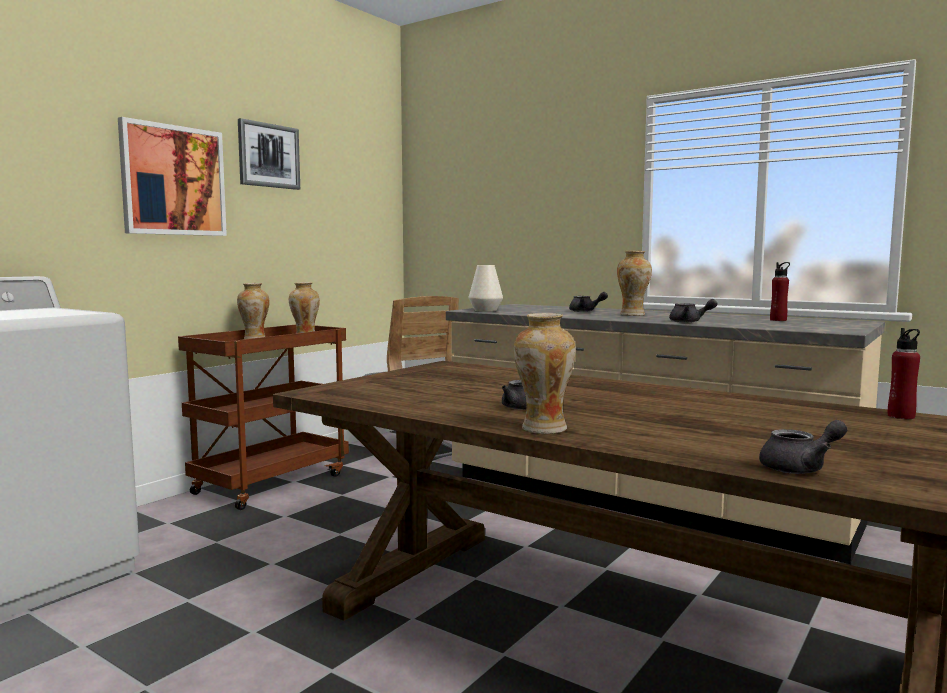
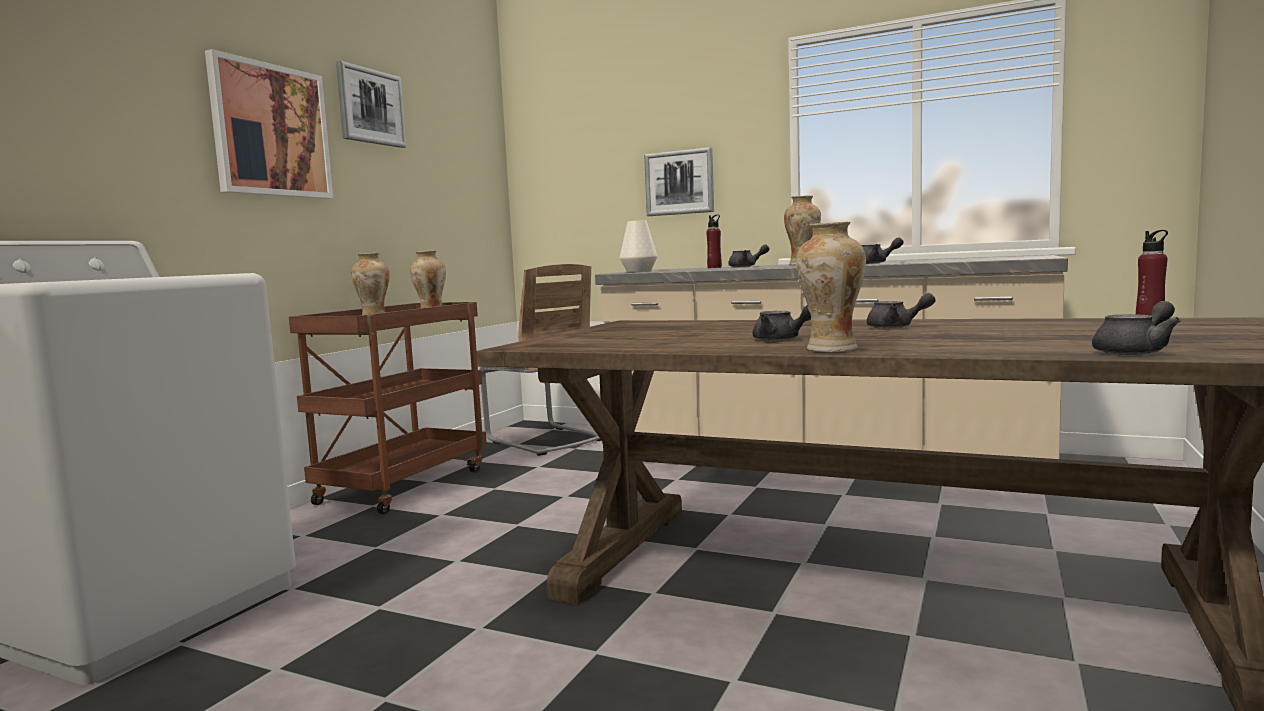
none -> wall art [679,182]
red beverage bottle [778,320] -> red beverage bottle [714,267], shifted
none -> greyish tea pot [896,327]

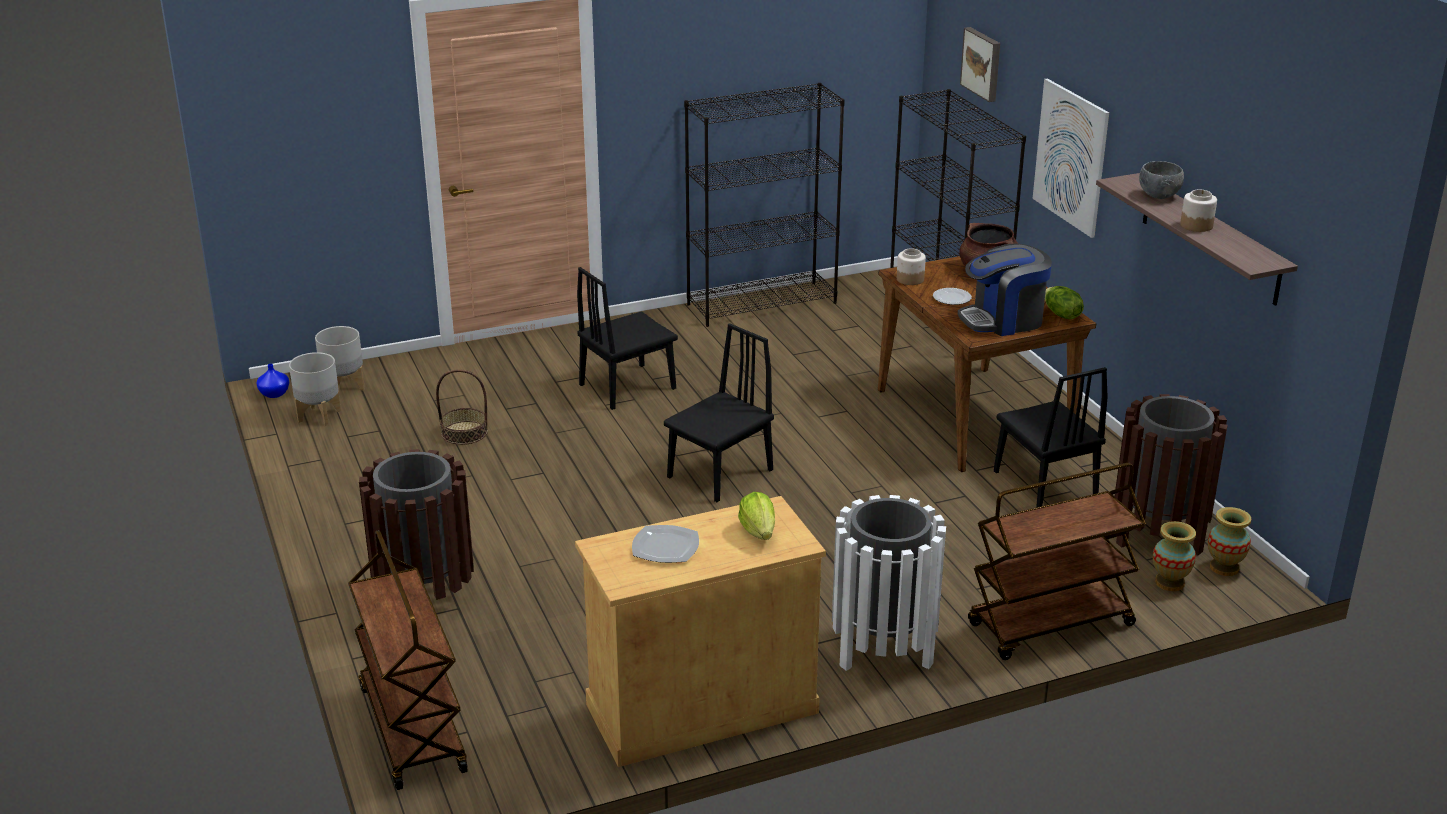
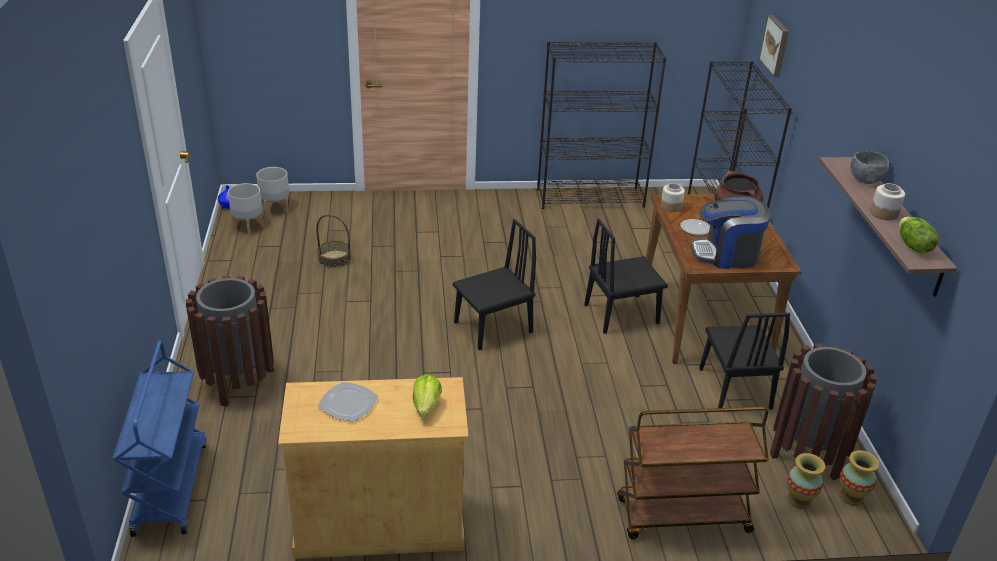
brown cart [411,728] -> blue-coloured cart [170,487]
black-coloured plain chair [627,386] -> black-coloured plain chair [621,314], shifted
lettuce [1061,315] -> lettuce [912,246], shifted
whitish waste bin [883,649] -> none
wall art [1070,157] -> none

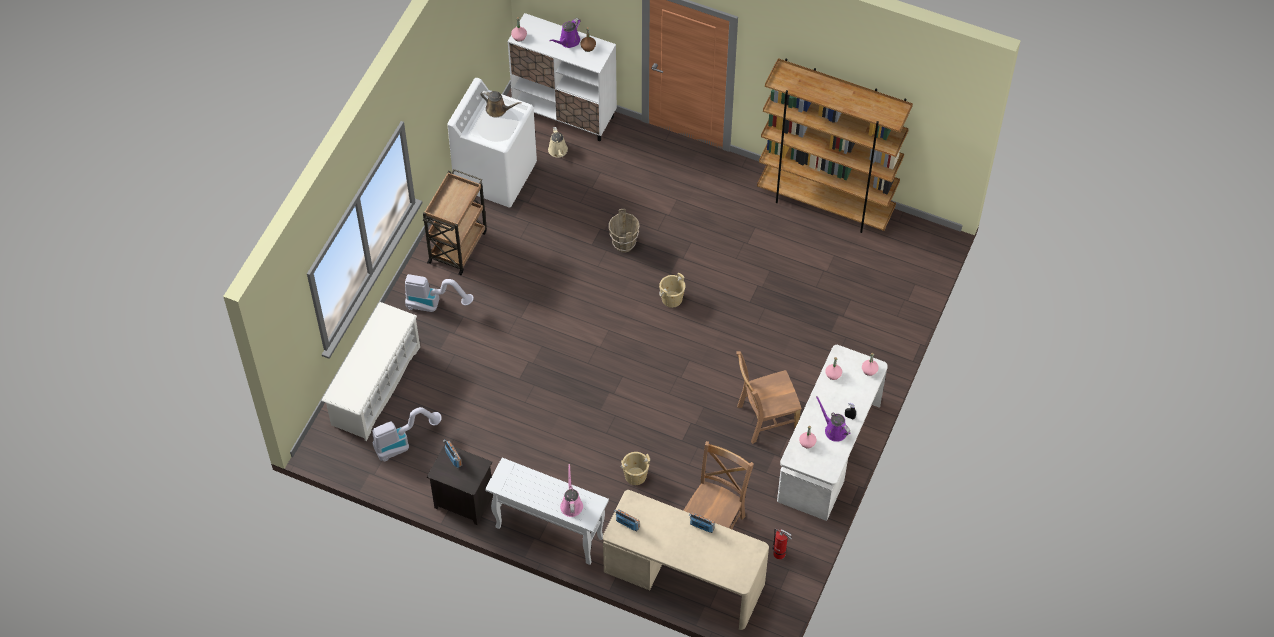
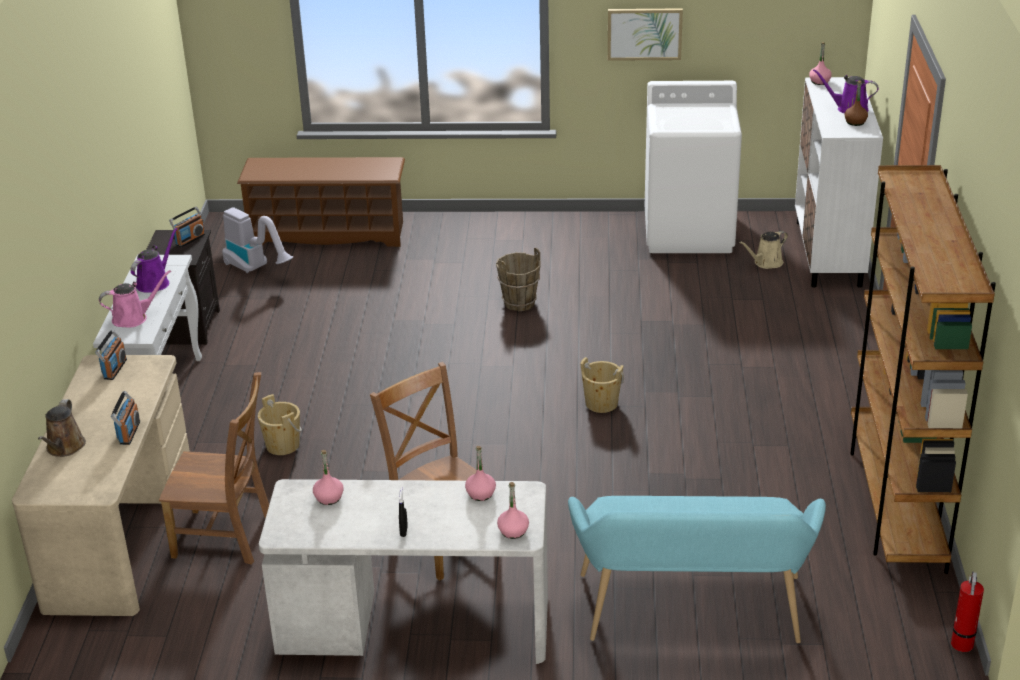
brown watering can [498,110] -> brown watering can [64,448], shifted
purplish watering can [834,430] -> purplish watering can [155,282], shifted
whitish shoe stand [375,386] -> brown shoe stand [328,234]
brown bucket [623,244] -> brown bucket [519,303], shifted
none -> turquoise-coloured bench [691,615]
none -> wall art [644,33]
extinguisher [780,554] -> extinguisher [962,646], shifted
hoover [434,304] -> none
brown cart [458,246] -> none

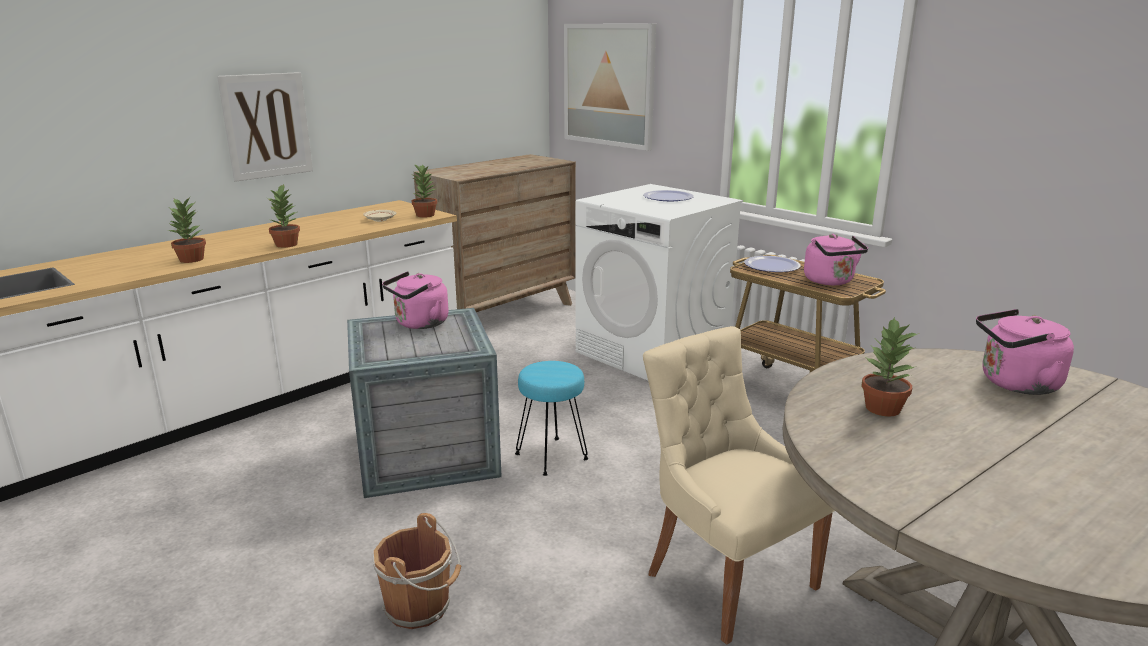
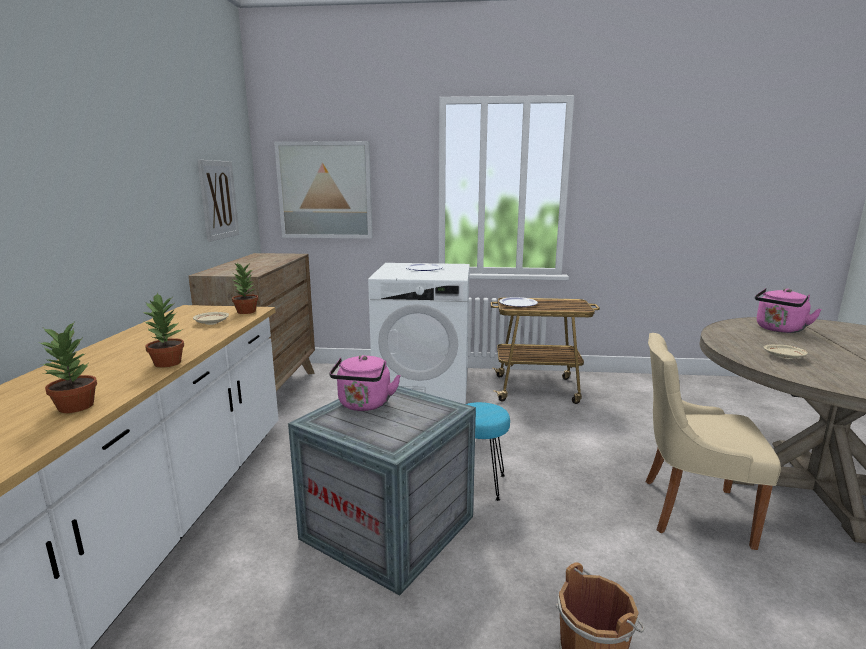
wall art [266,126] -> wall art [218,200], shifted
potted plant [882,409] -> beige-coloured dinner plate [784,357]
pink water kettle [830,281] -> none

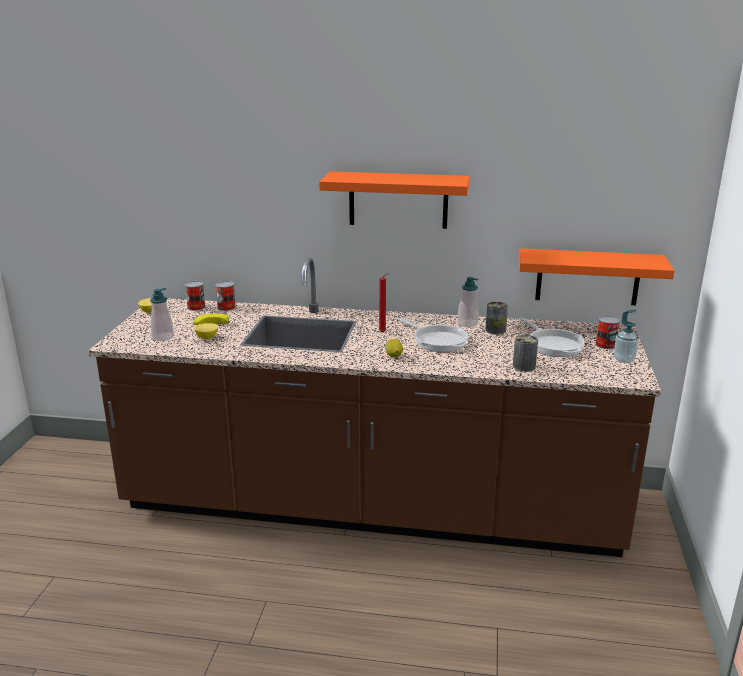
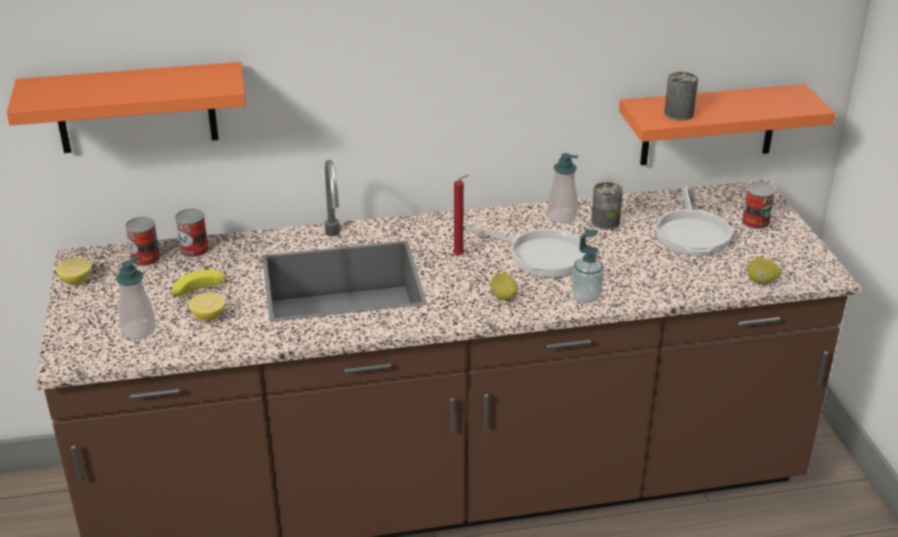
orange wall shelf [398,200] -> orange wall shelf [136,108], shifted
liquid soap bottle [624,360] -> liquid soap bottle [586,297], shifted
frying pan [553,344] -> frying pan [692,234], 45 degrees clockwise
can [524,366] -> can [678,114], shifted
none -> lemon [761,281]

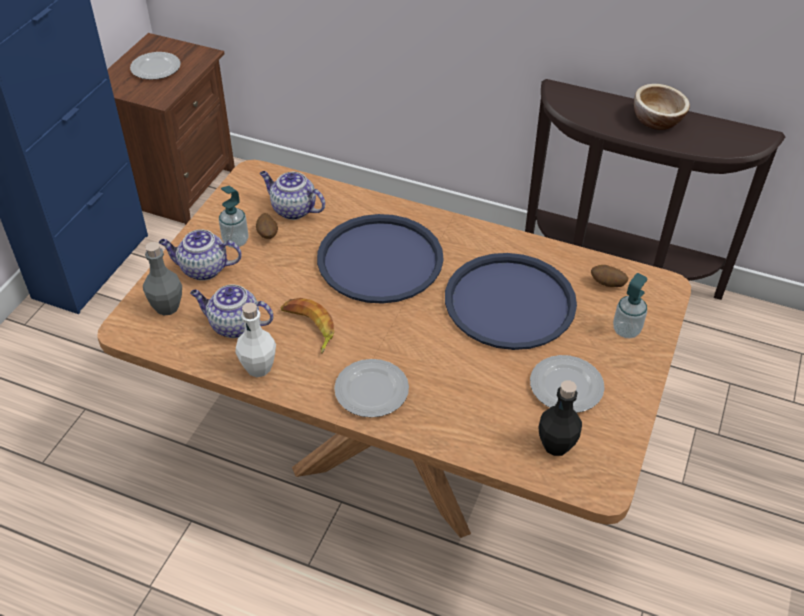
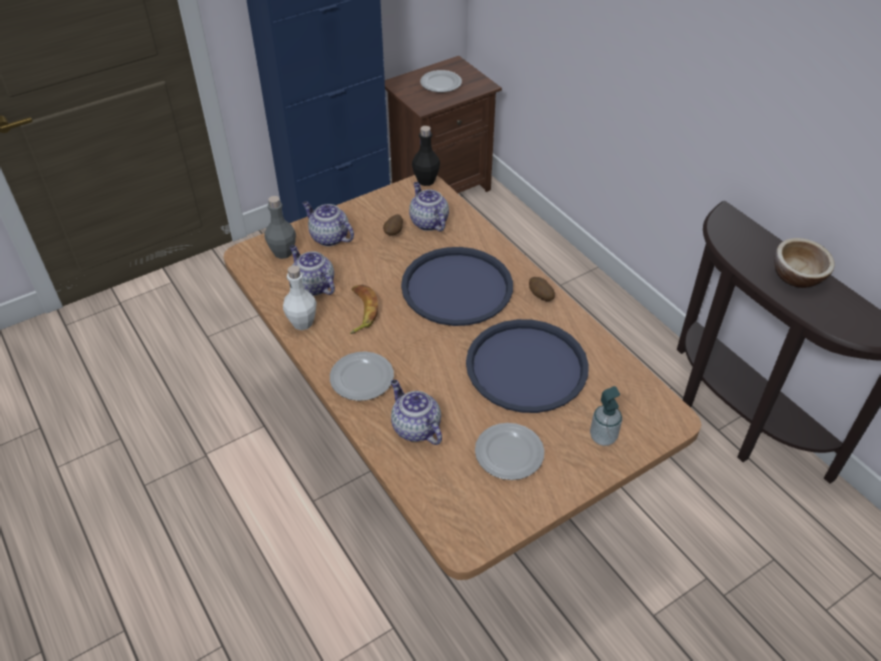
none -> tea pot [415,427]
black-coloured beverage bottle [556,445] -> black-coloured beverage bottle [426,180], shifted
whole potato [607,284] -> whole potato [540,296], shifted
liquid soap bottle [235,241] -> none

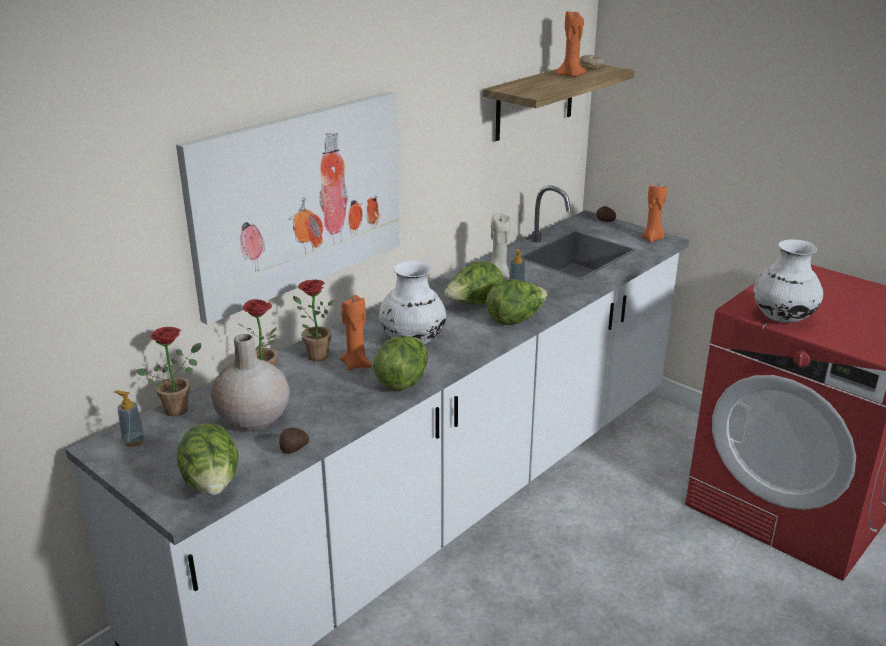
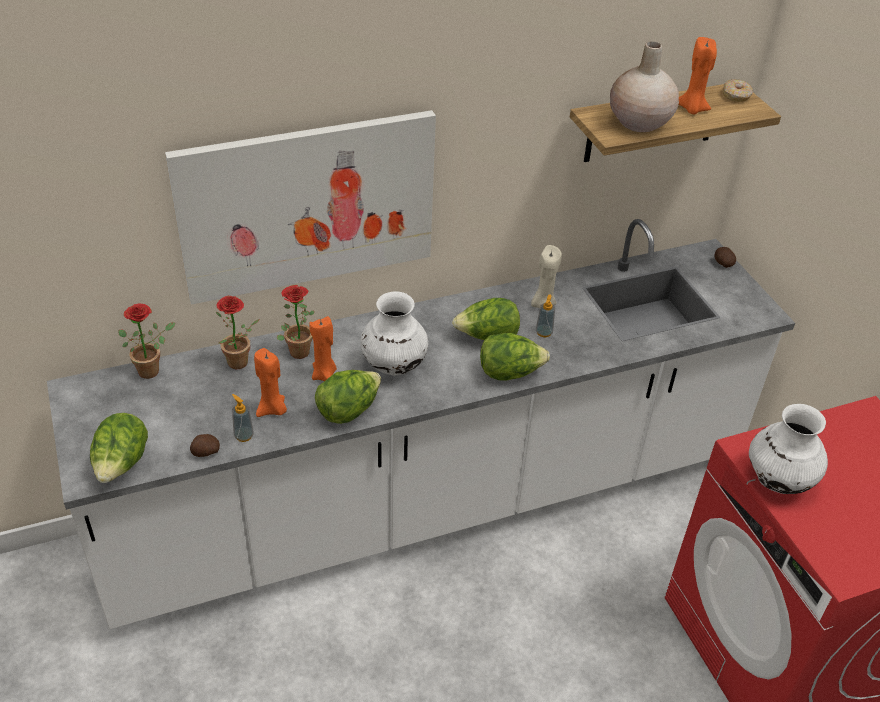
liquid soap bottle [133,441] -> liquid soap bottle [243,435], shifted
orange candle [652,239] -> orange candle [272,409], shifted
beige-coloured flower vase [253,419] -> beige-coloured flower vase [639,122], shifted

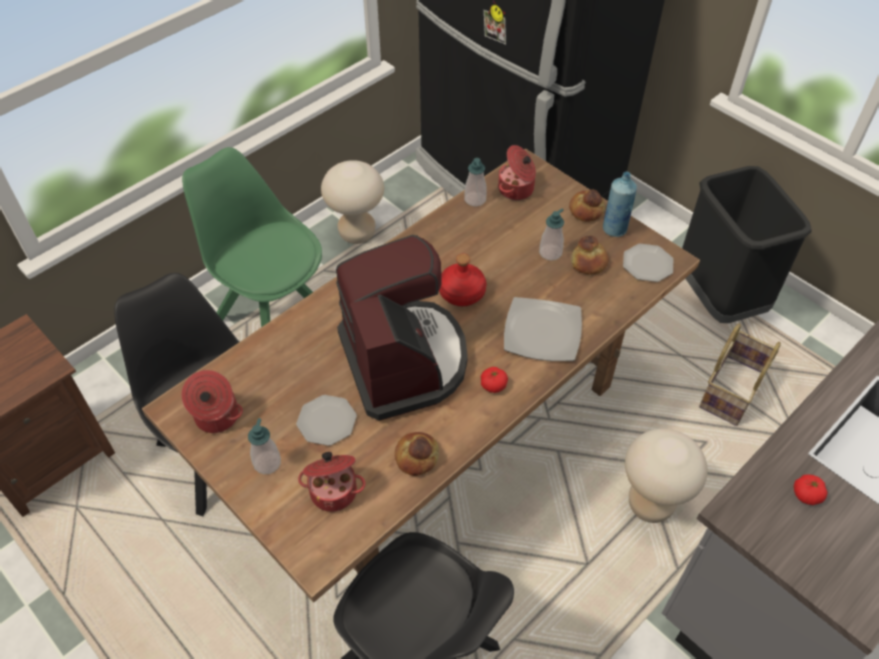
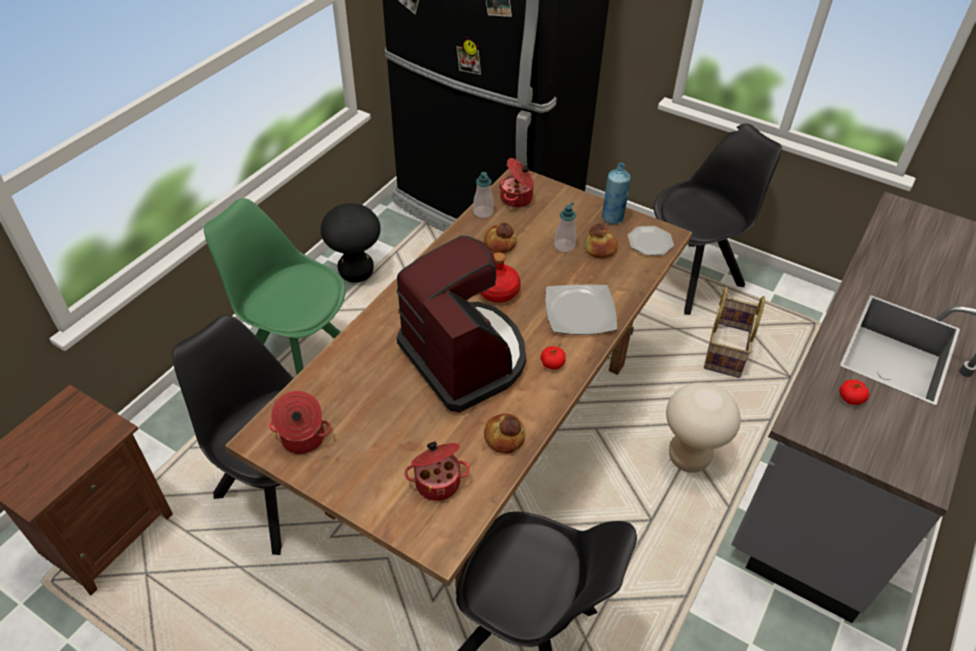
beige-coloured sitting stool [357,233] -> black-coloured sitting stool [356,273]
bakery bread [586,210] -> bakery bread [500,243], shifted
black-coloured waste bin [719,298] -> black-coloured plain chair [692,276]
liquid soap bottle [267,463] -> none
dinner plate [326,421] -> none

